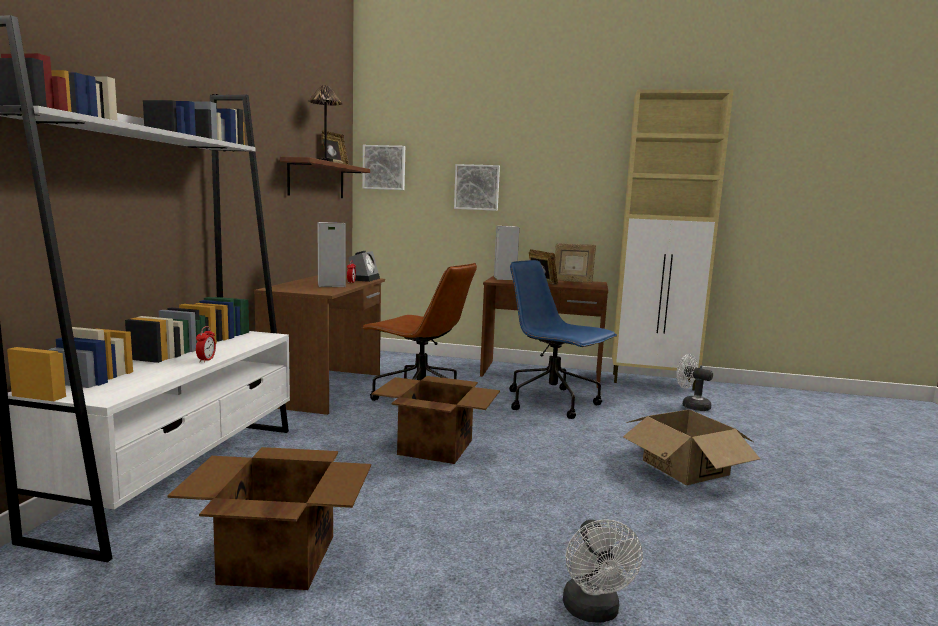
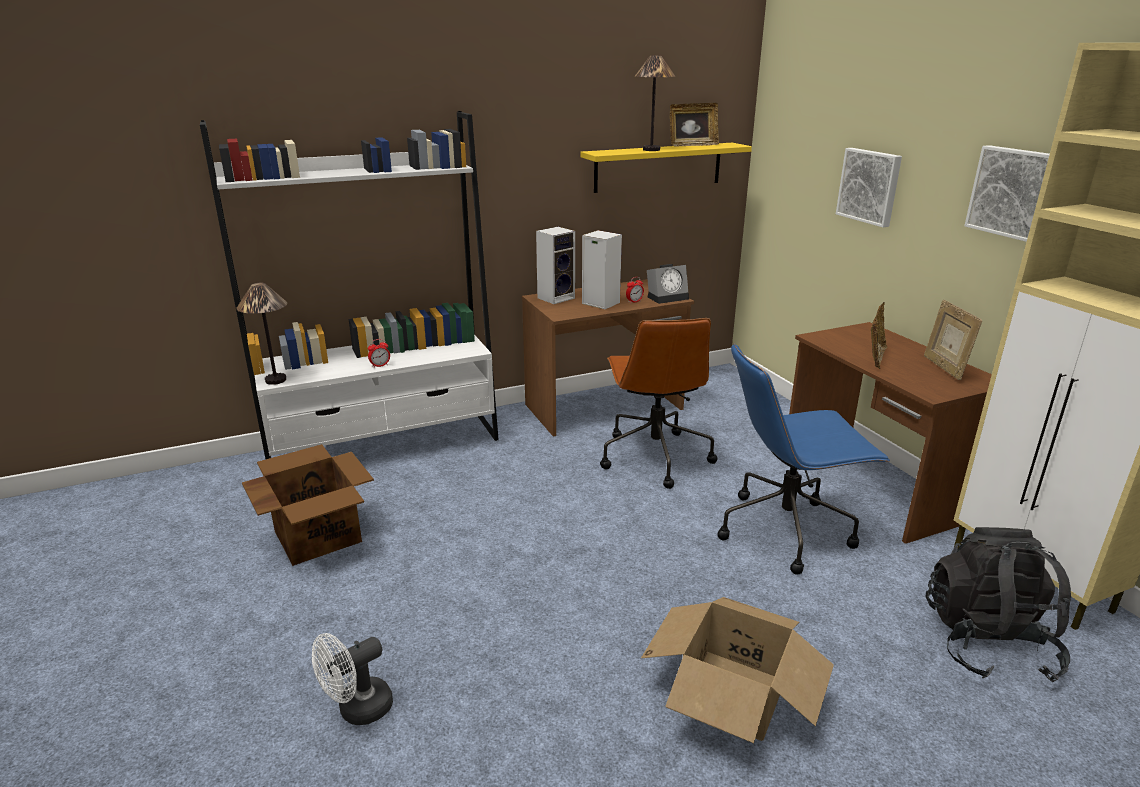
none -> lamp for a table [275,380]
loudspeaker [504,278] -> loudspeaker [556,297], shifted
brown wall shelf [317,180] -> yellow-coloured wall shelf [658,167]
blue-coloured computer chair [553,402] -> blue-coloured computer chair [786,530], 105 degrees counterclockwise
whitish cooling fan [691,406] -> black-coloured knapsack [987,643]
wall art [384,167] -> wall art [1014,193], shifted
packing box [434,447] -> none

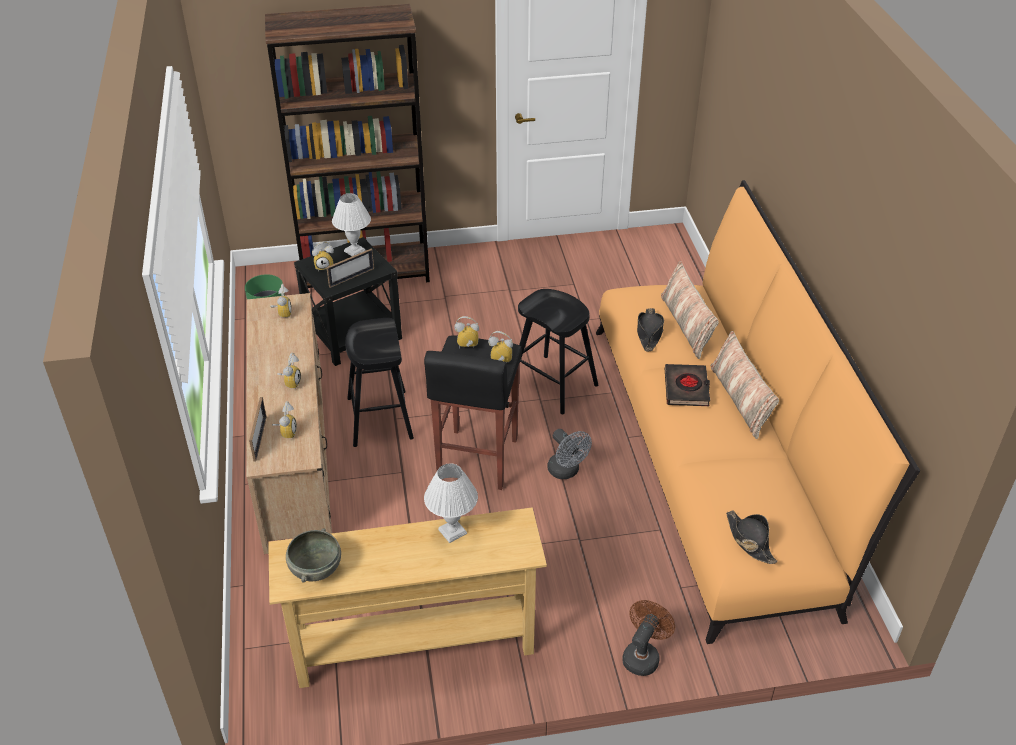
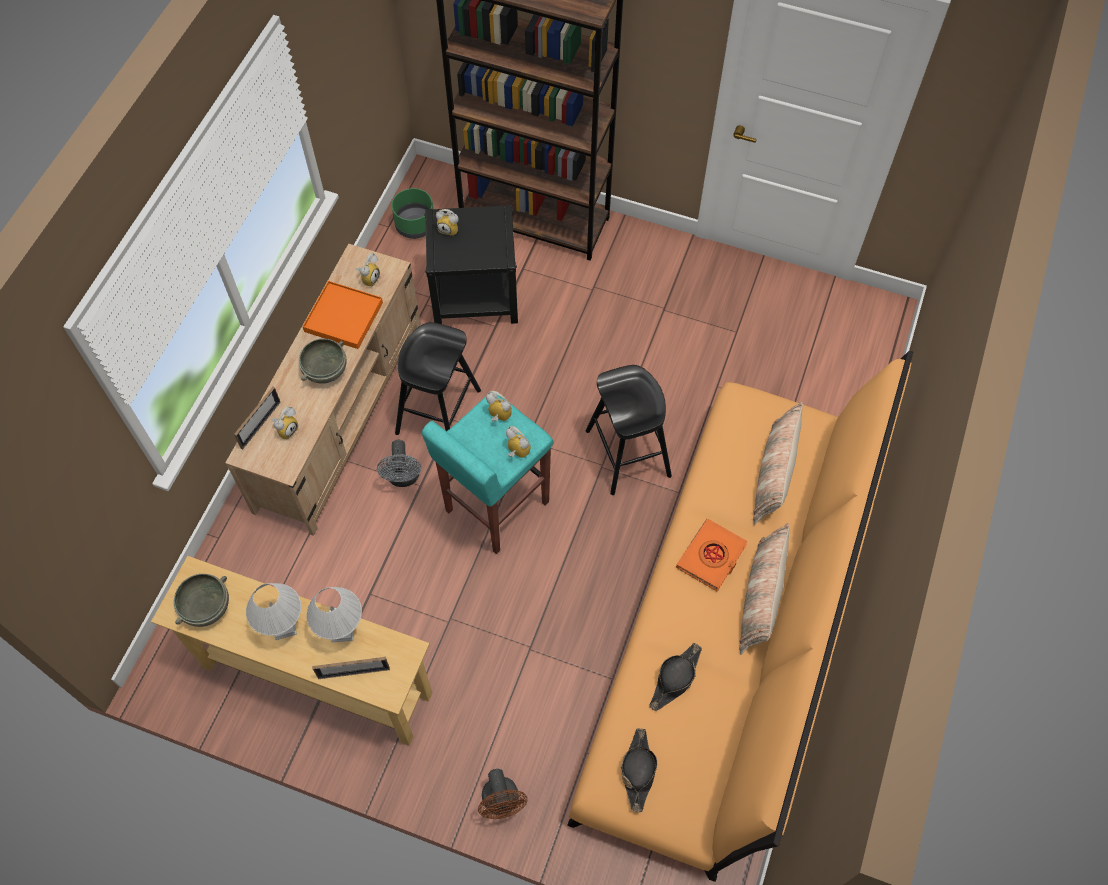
whitish lamp for a table [354,251] -> whitish lamp for a table [283,628], shifted
alarm clock [290,383] -> greyish deep dish [325,370]
none -> orange tray [344,317]
photo frame [351,277] -> photo frame [354,673], shifted
greyish cooling fan [566,472] -> greyish cooling fan [403,478], shifted
black-coloured sitting stool [476,460] -> turquoise-coloured sitting stool [495,506]
brown cooling fan [643,655] -> brown cooling fan [502,803], 105 degrees clockwise
black-coloured hat [649,333] -> black-coloured hat [675,679], shifted
black-coloured book [686,388] -> orange book [711,557]

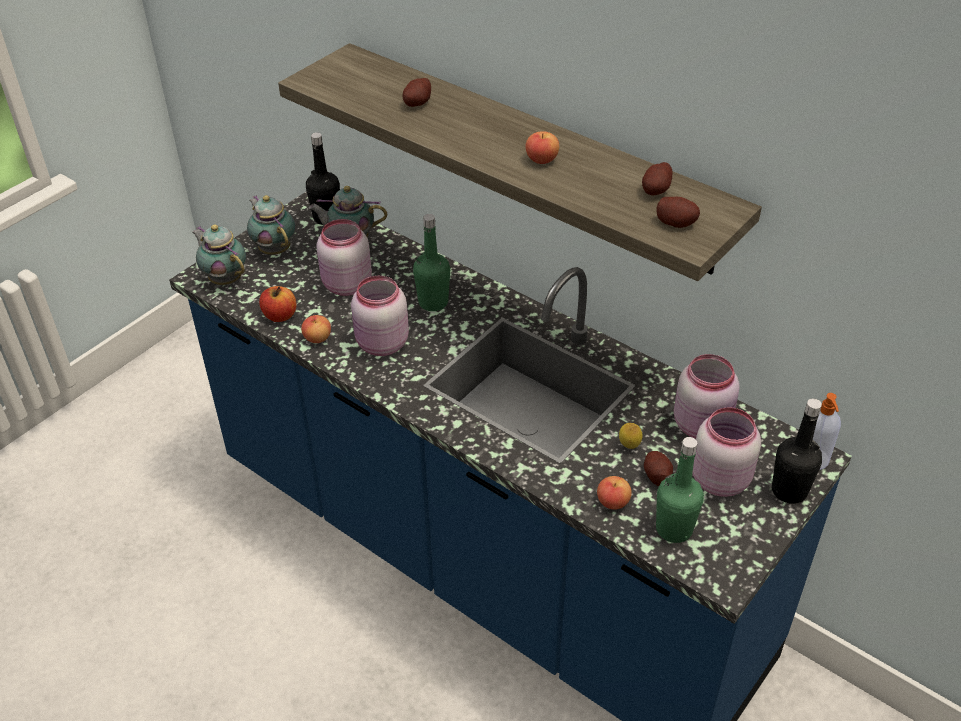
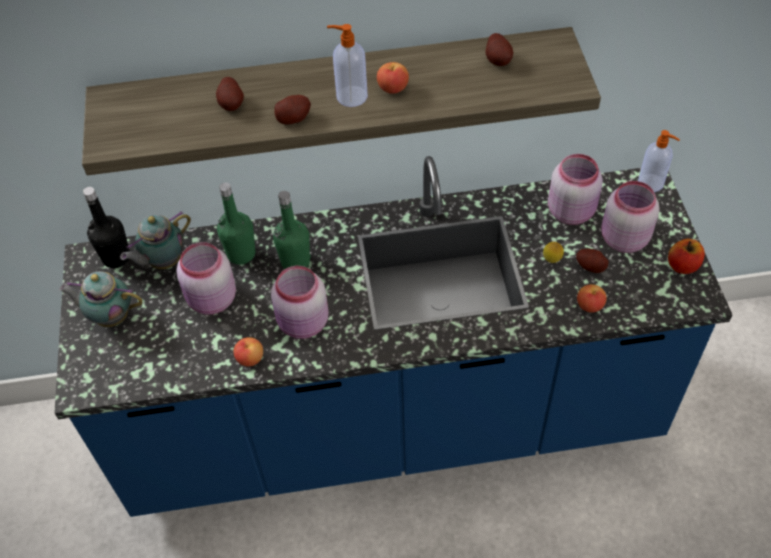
green-coloured beverage bottle [674,529] -> green-coloured beverage bottle [241,254], shifted
whole potato [676,222] -> whole potato [294,118], shifted
none -> liquid soap bottle [350,96]
apple fruit [280,316] -> apple fruit [683,266], shifted
tea pot [225,279] -> none
black-coloured beverage bottle [789,491] -> none

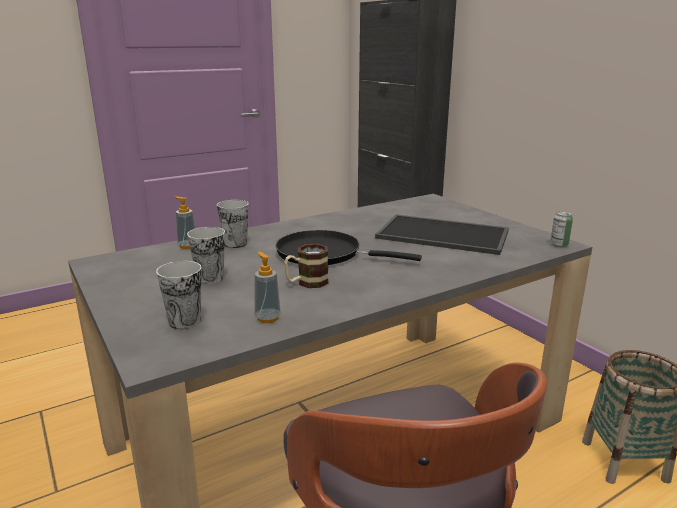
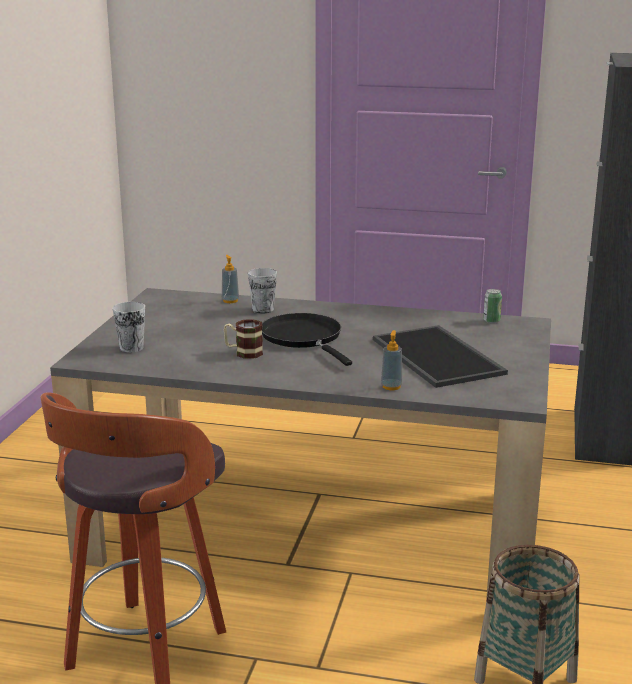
liquid soap bottle [267,318] -> liquid soap bottle [391,386], shifted
can [559,244] -> can [491,321], shifted
cup [210,278] -> none

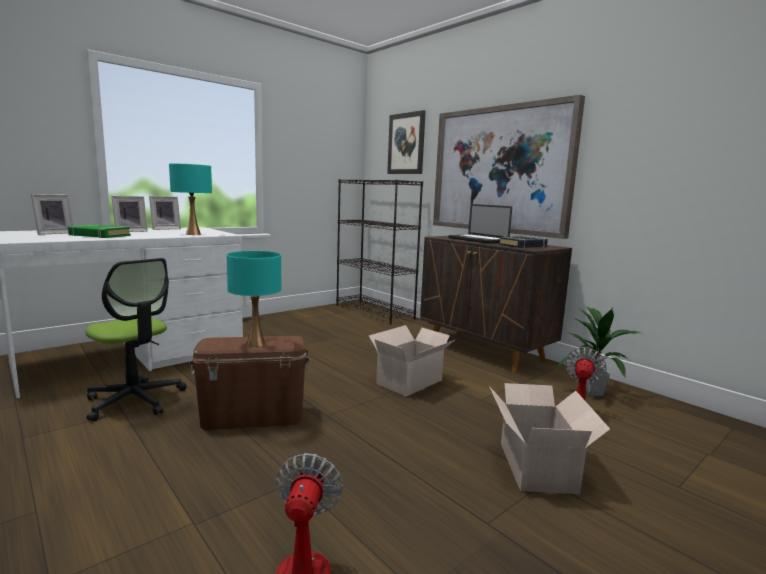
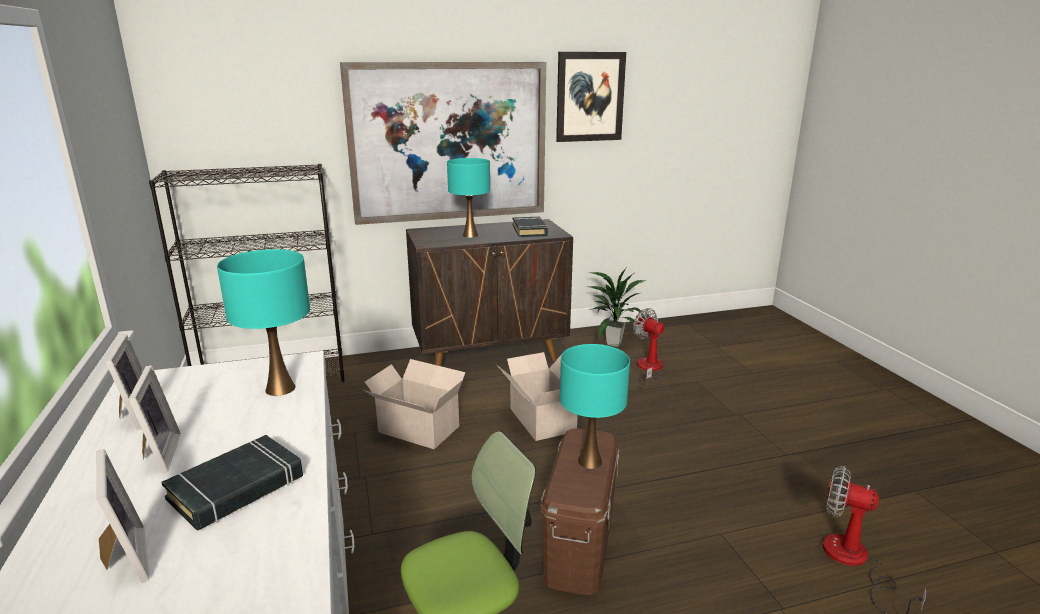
green-coloured book [99,235] -> black-coloured book [237,488]
packing box [536,465] -> packing box [417,428], shifted
laptop [477,240] -> turquoise-coloured lamp for a table [470,235]
wall art [406,143] -> wall art [590,97], shifted

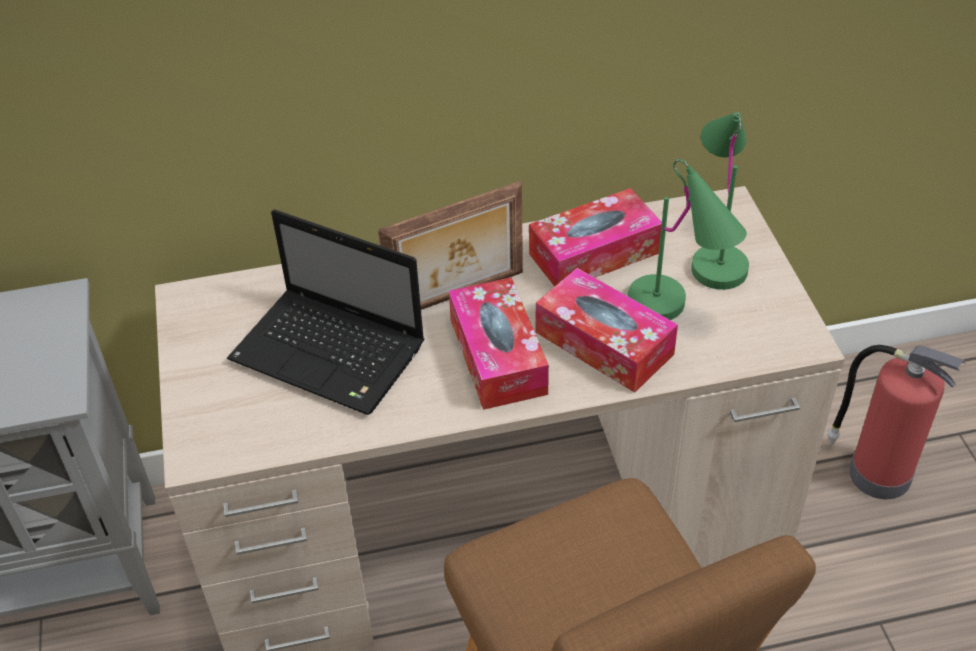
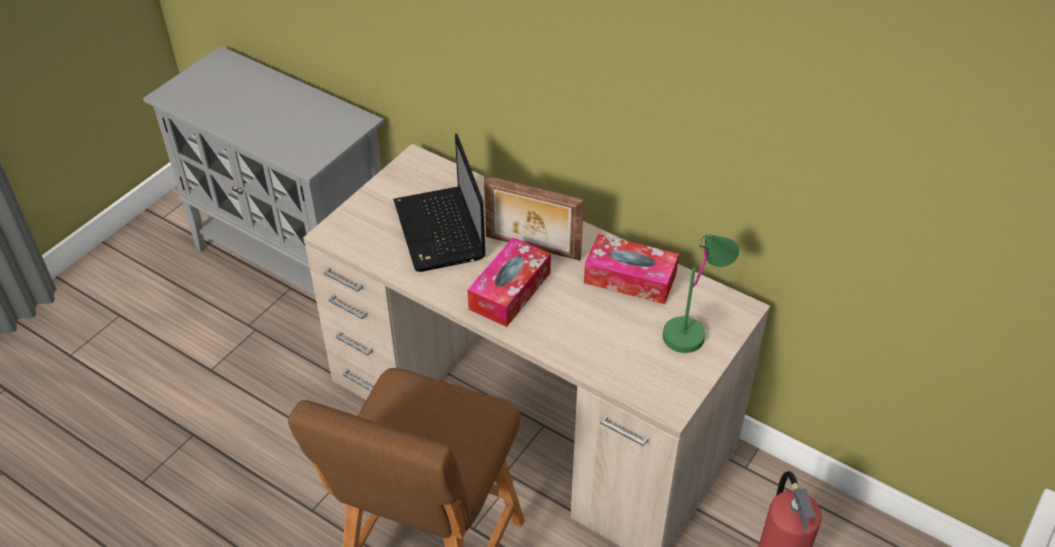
tissue holder [604,343] -> none
green-coloured lamp for a table [678,313] -> none

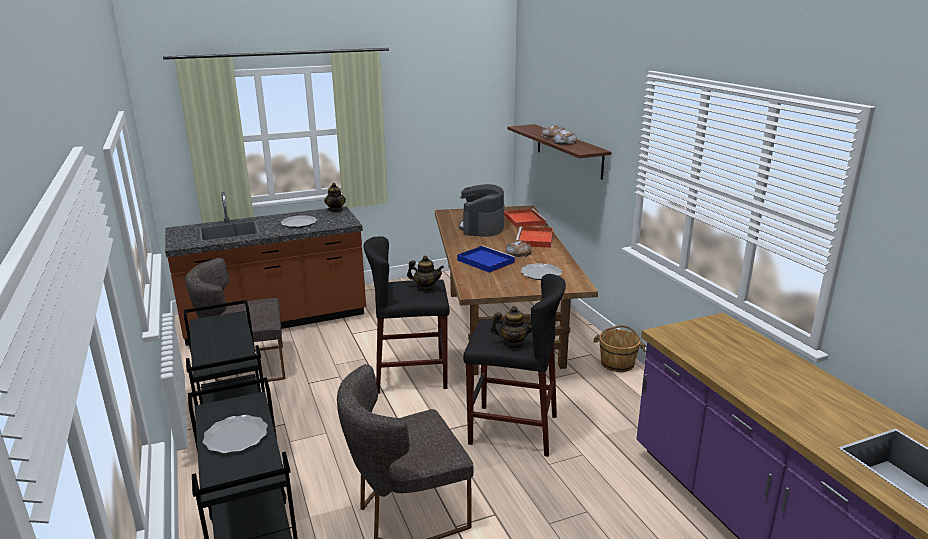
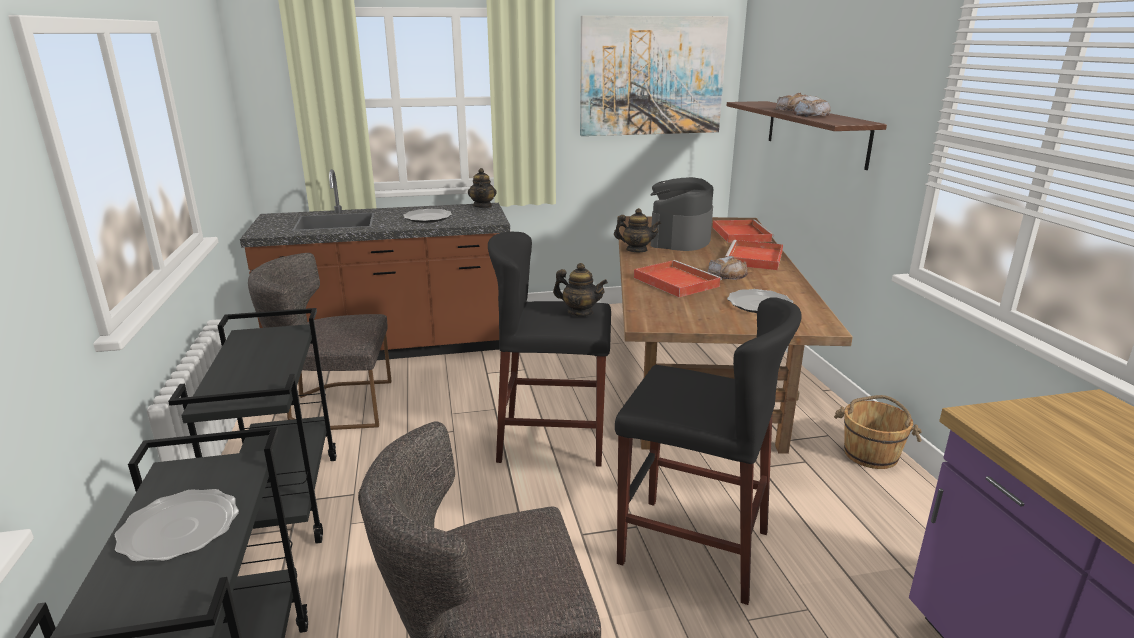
none -> wall art [652,76]
tea pot [513,343] -> tea pot [636,250], shifted
blue-coloured tray [485,261] -> red tray [674,281]

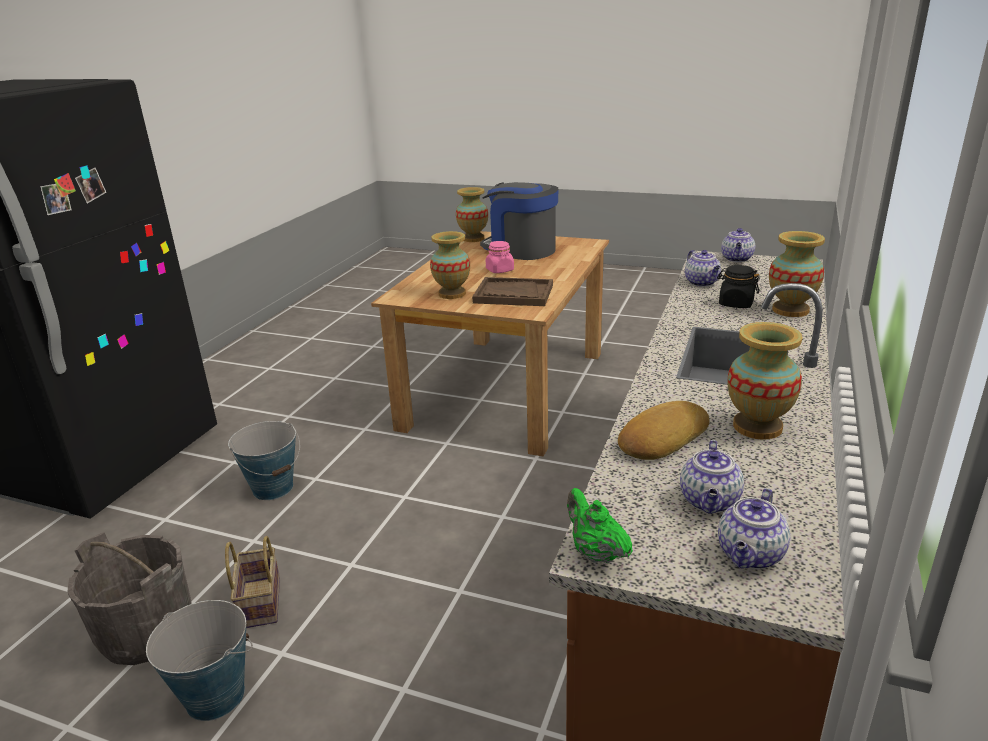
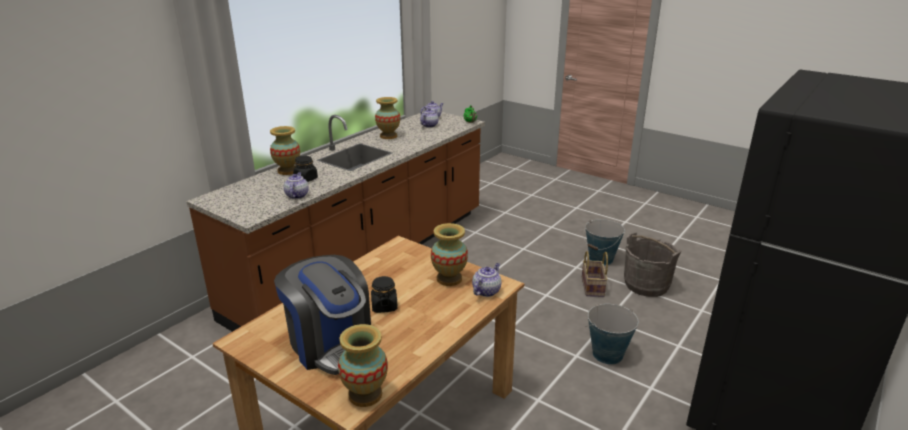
pink storage jar [500,270] -> black-coloured storage jar [384,306]
tea pot [737,259] -> tea pot [486,291], shifted
brown tray [513,294] -> none
bakery bread [661,438] -> none

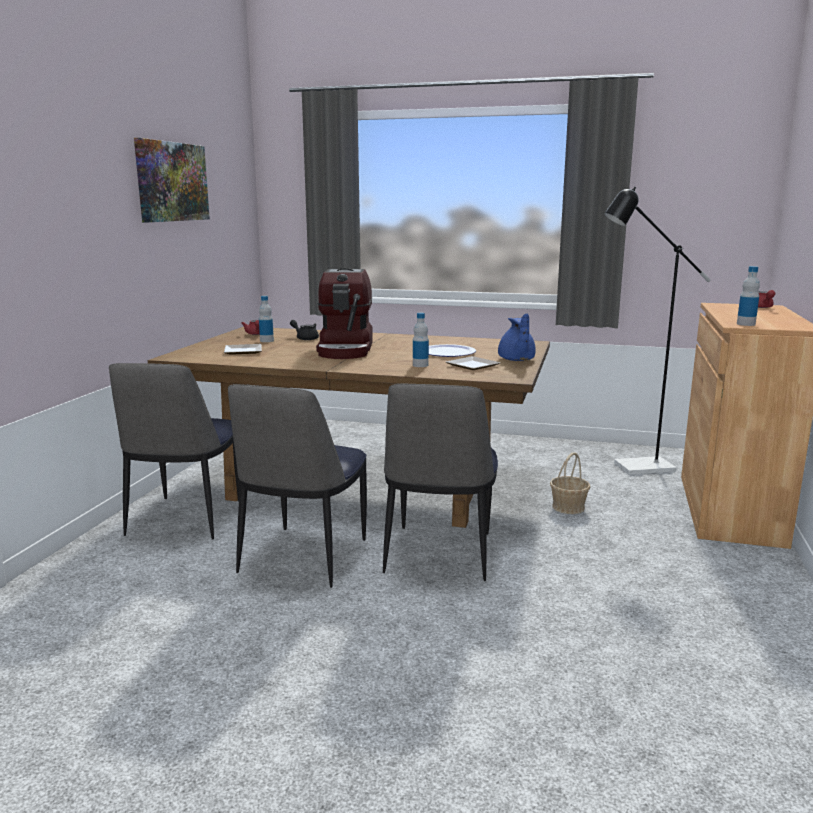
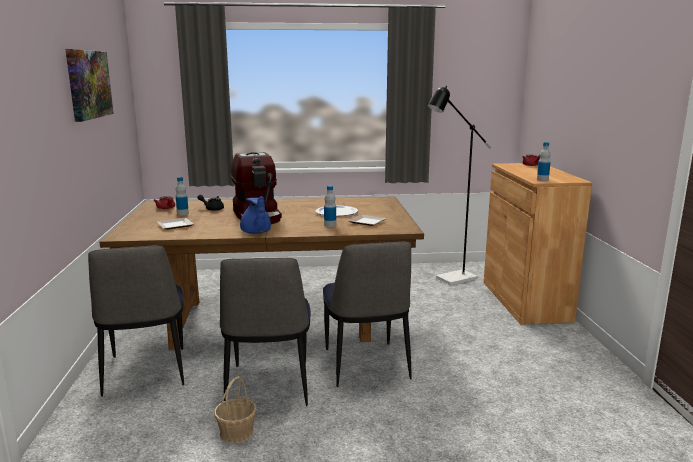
basket [568,507] -> basket [237,433], shifted
blue-coloured tea pot [516,360] -> blue-coloured tea pot [256,232], shifted

